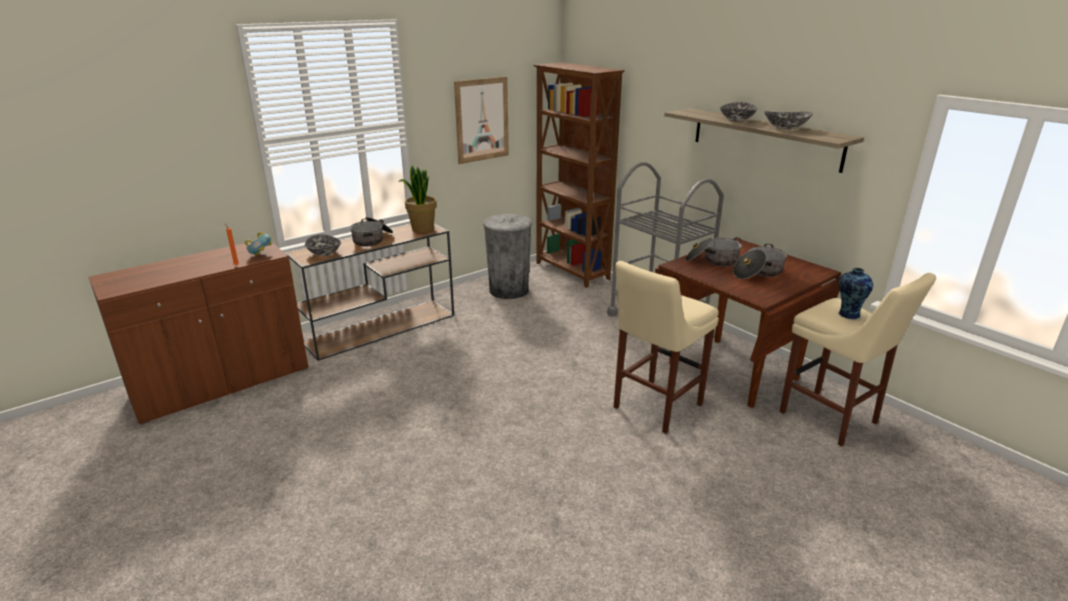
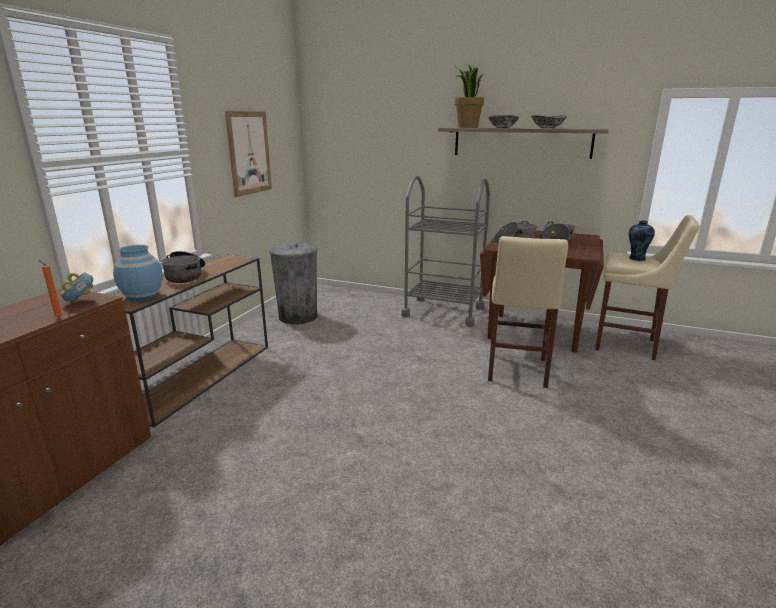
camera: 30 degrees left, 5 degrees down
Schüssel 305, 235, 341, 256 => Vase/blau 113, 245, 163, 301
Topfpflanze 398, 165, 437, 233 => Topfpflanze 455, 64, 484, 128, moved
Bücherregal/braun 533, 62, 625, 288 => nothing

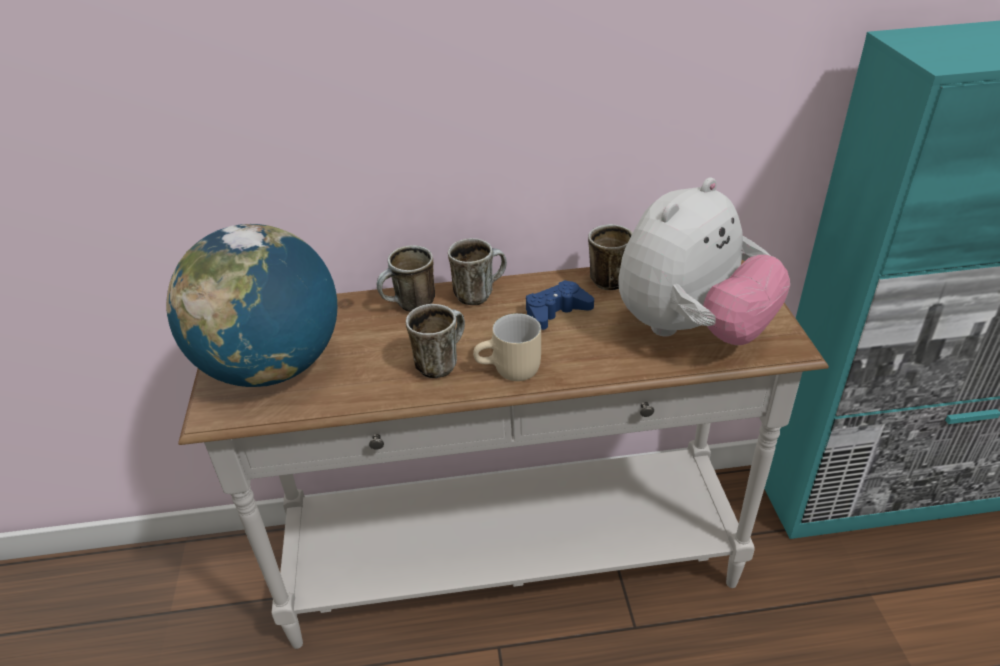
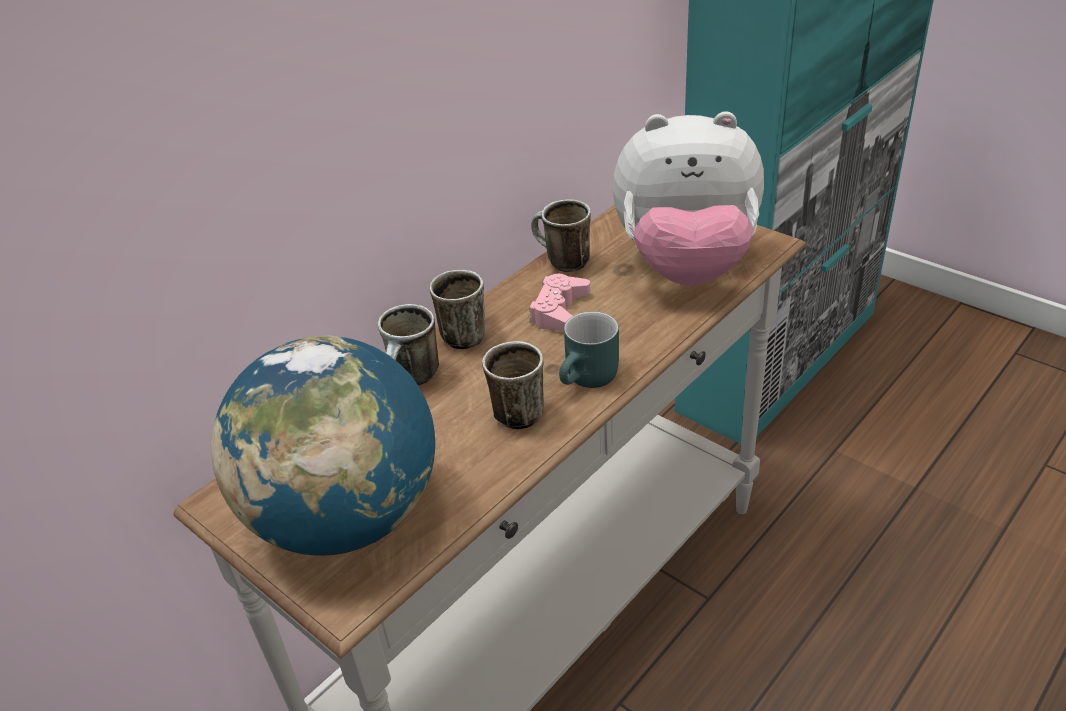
camera: 40 degrees left, 0 degrees up
Gamepad/blau 526, 280, 594, 330 => Gamepad/rosa 529, 274, 590, 331
Henkelbecher/beige 473, 313, 541, 381 => Henkelbecher/türkis 559, 311, 619, 388
Plüschtier 618, 177, 790, 345 => Plüschtier 612, 112, 764, 286, 90 degrees clockwise

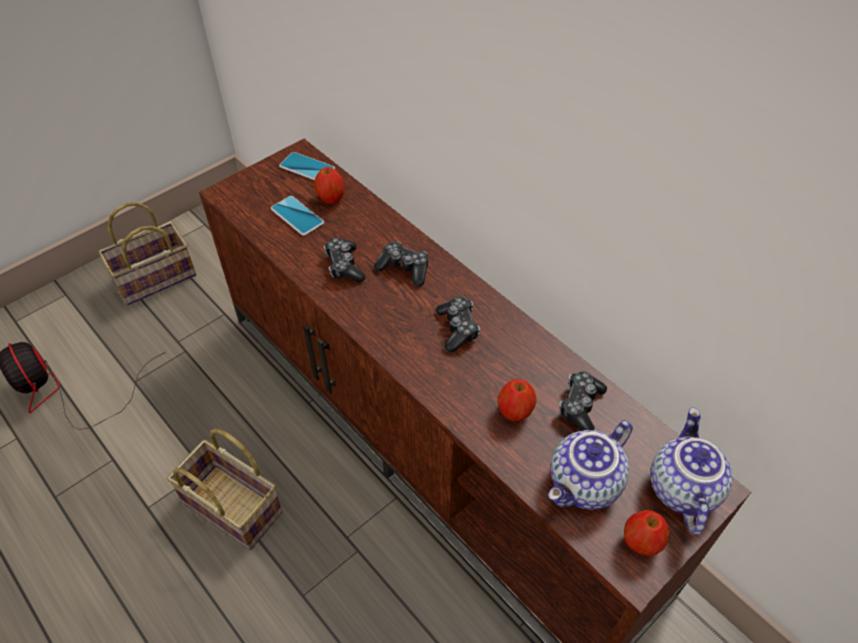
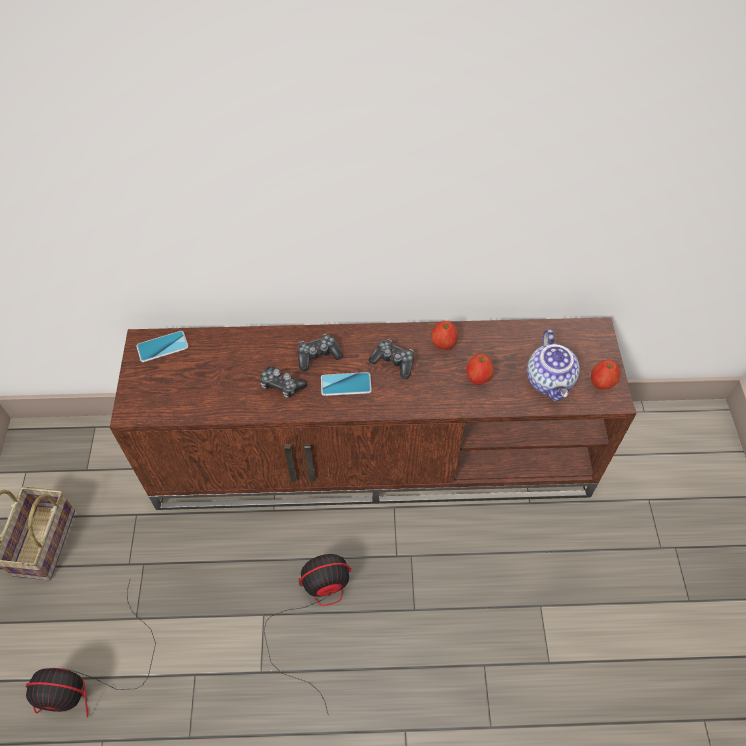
camera: 50 degrees left, 5 degrees up
Korb 167, 429, 283, 550 => Ventilator 264, 554, 352, 715
Handy 271, 196, 324, 236 => Handy 321, 372, 372, 396, moved
Apfel 314, 167, 345, 204 => Apfel 431, 321, 458, 350, moved
Gamepad 559, 372, 607, 431 => nothing
Teekanne 650, 407, 733, 535 => nothing

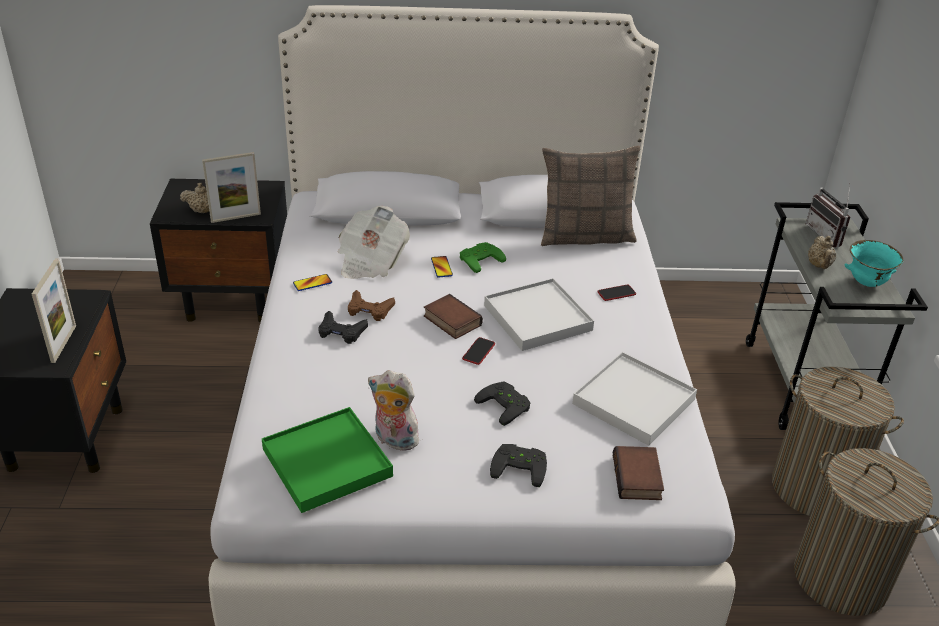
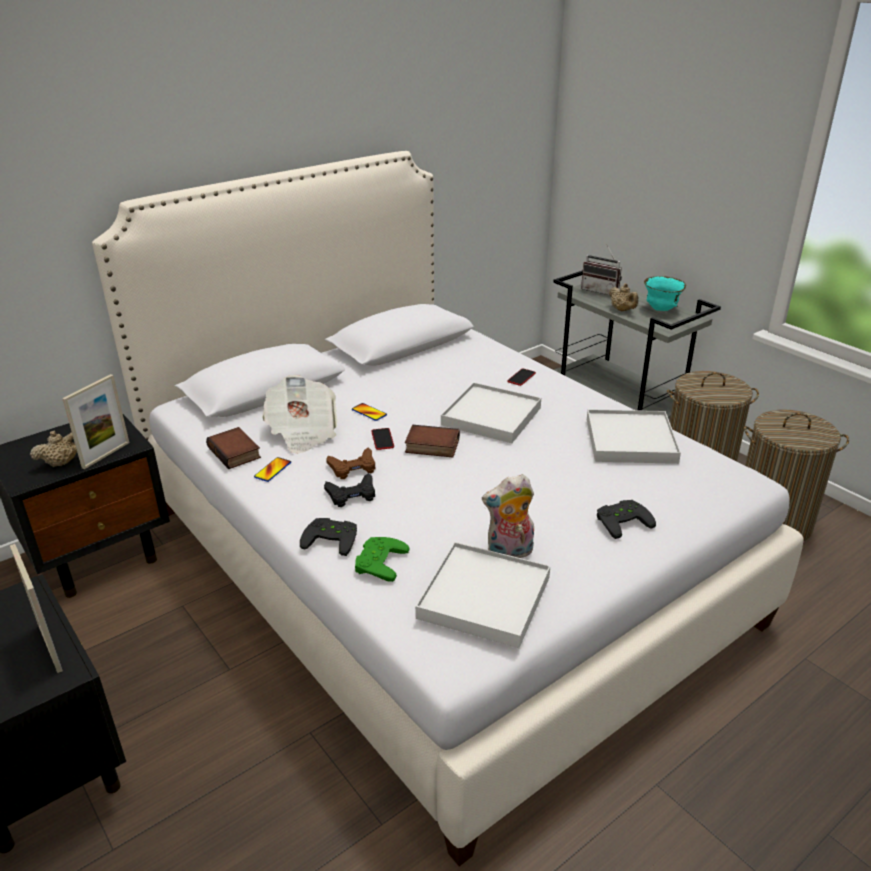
camera: 35 degrees left, 5 degrees down
Buch 613, 446, 664, 500 => Buch 206, 427, 261, 470, moved
Gamepad/schwarz 474, 381, 531, 426 => Gamepad/schwarz 300, 518, 357, 556, moved
Gamepad/grün 460, 242, 506, 273 => Gamepad/grün 355, 537, 410, 582, moved
Handy 462, 337, 495, 365 => Handy 372, 428, 394, 450, moved
Tablett/grün 262, 407, 393, 513 => Tablett/weiß 415, 542, 550, 648
Kissen 541, 145, 640, 246 => nothing

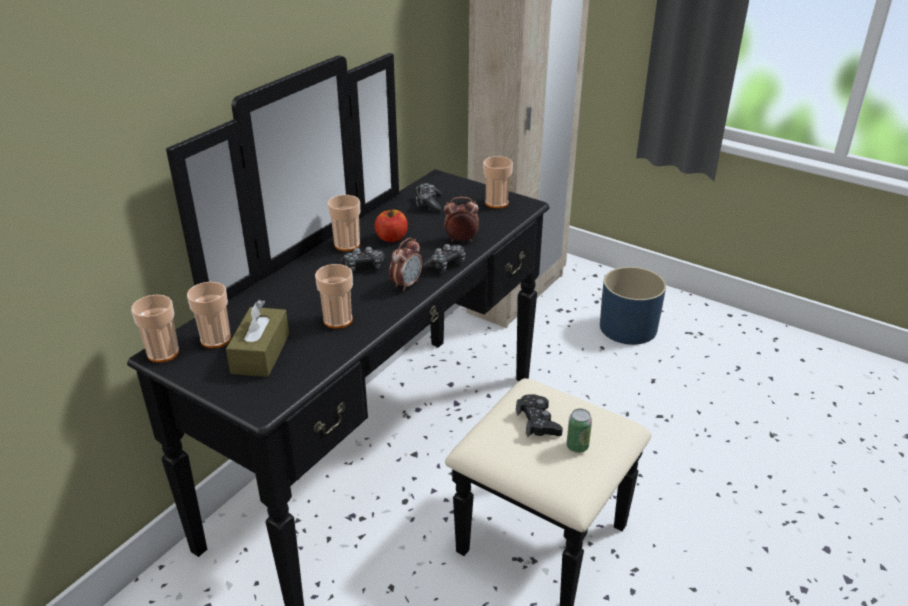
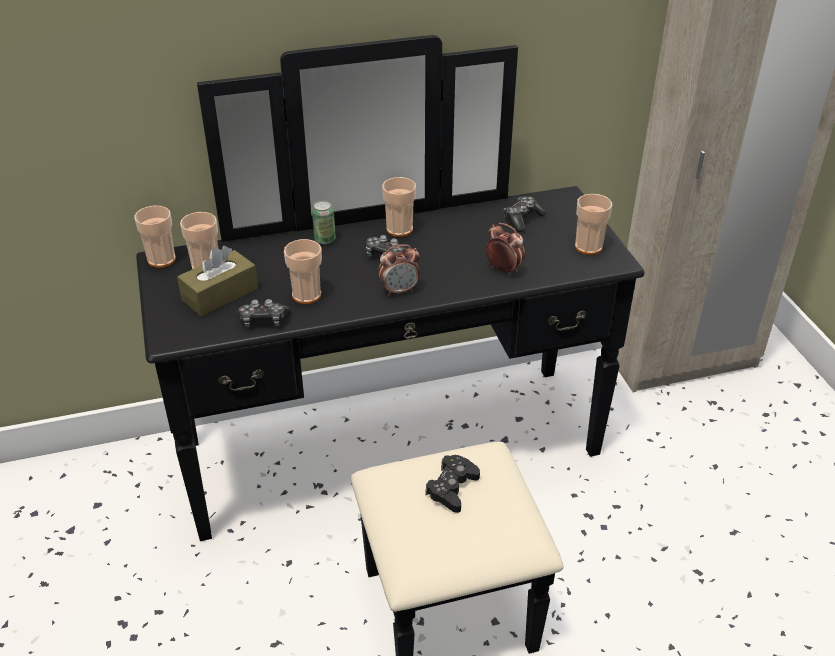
camera: 40 degrees right, 5 degrees up
Gamepad 422, 244, 466, 272 => Gamepad 237, 299, 291, 327, moved
Dose 566, 409, 592, 453 => Dose 312, 200, 336, 244, moved
Apfel 375, 208, 408, 242 => nothing
Pflanzkübel/blau 600, 267, 666, 345 => nothing

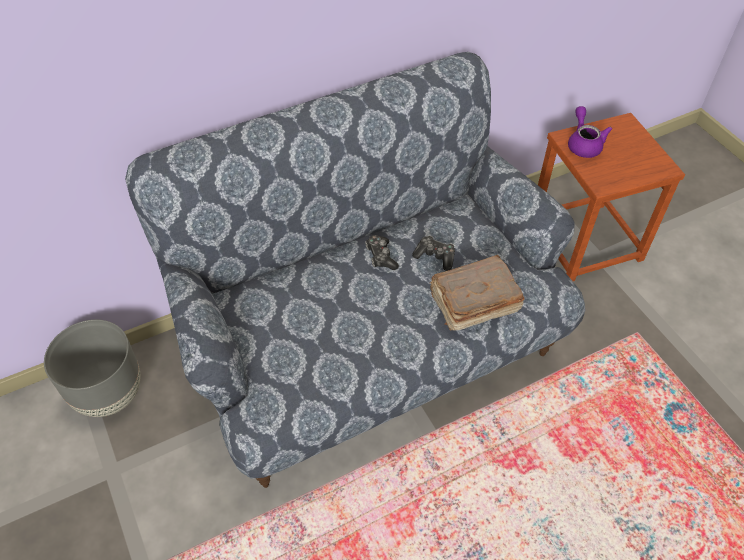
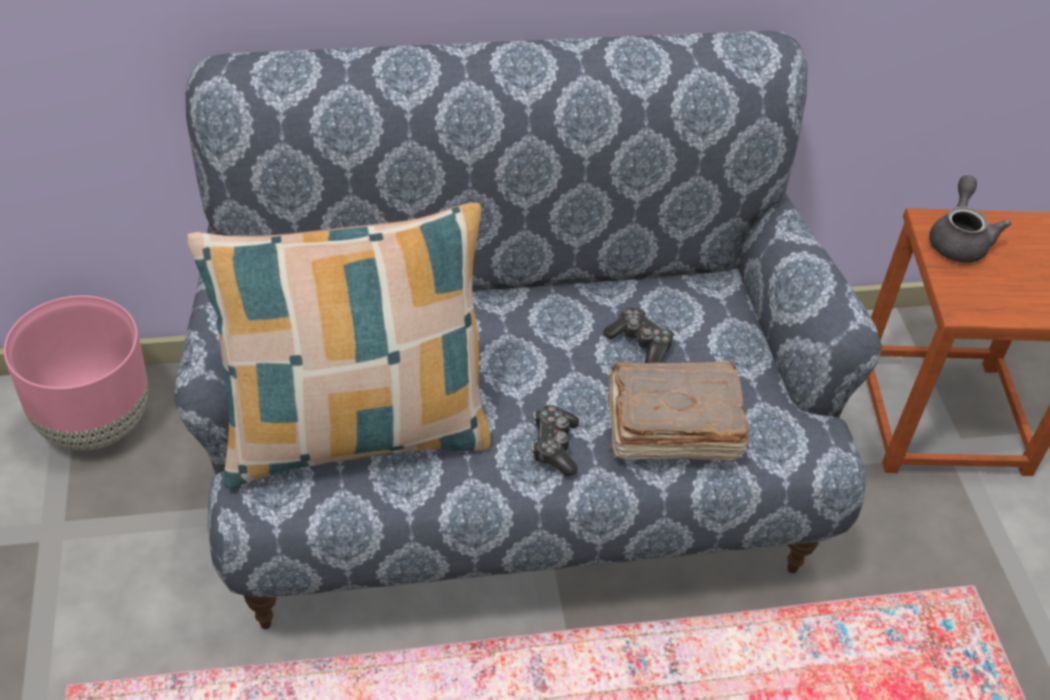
camera: 15 degrees right, 5 degrees down
Pflanzkübel/grau 44, 320, 140, 417 => Pflanzkübel/rosa 4, 295, 148, 450
nothing => Kissen 187, 202, 491, 488
Gamepad 365, 235, 399, 270 => Gamepad 531, 405, 579, 476, moved
Teekanne/lila 568, 106, 612, 158 => Teekanne/grau 929, 175, 1011, 263

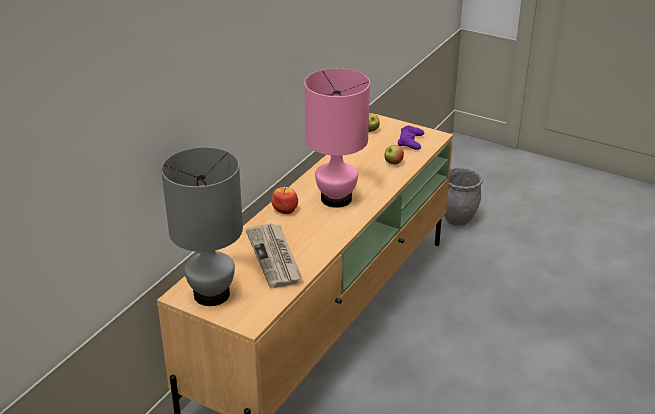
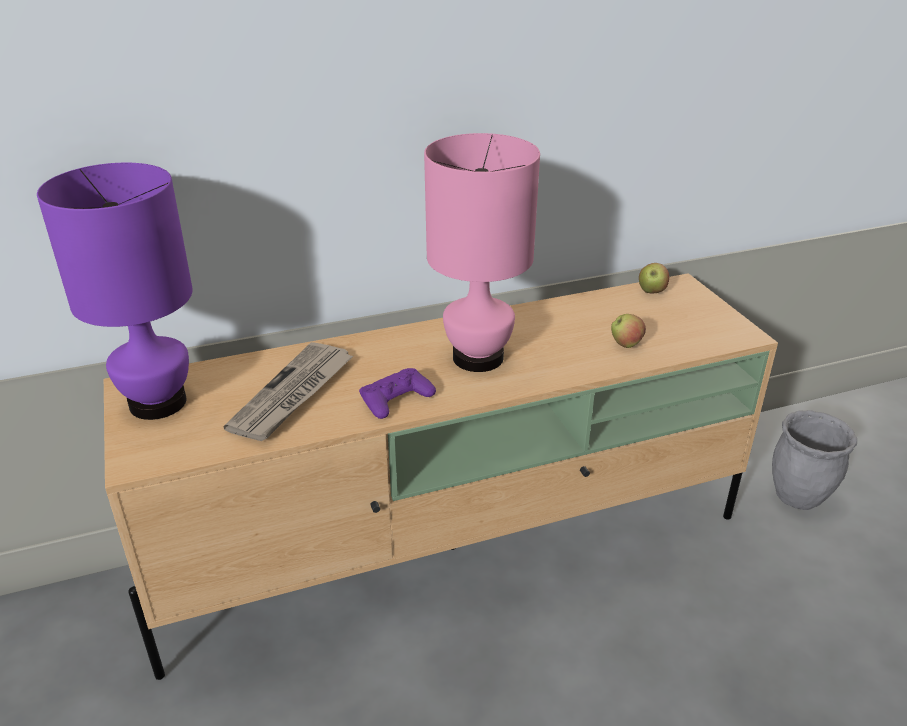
camera: 40 degrees right, 0 degrees up
Tischlampe/grau 161, 147, 243, 306 => Tischlampe/lila 37, 163, 193, 420
Gamepad/lila 398, 126, 424, 150 => Gamepad/lila 359, 368, 436, 419, moved
Apfel 271, 187, 298, 214 => nothing

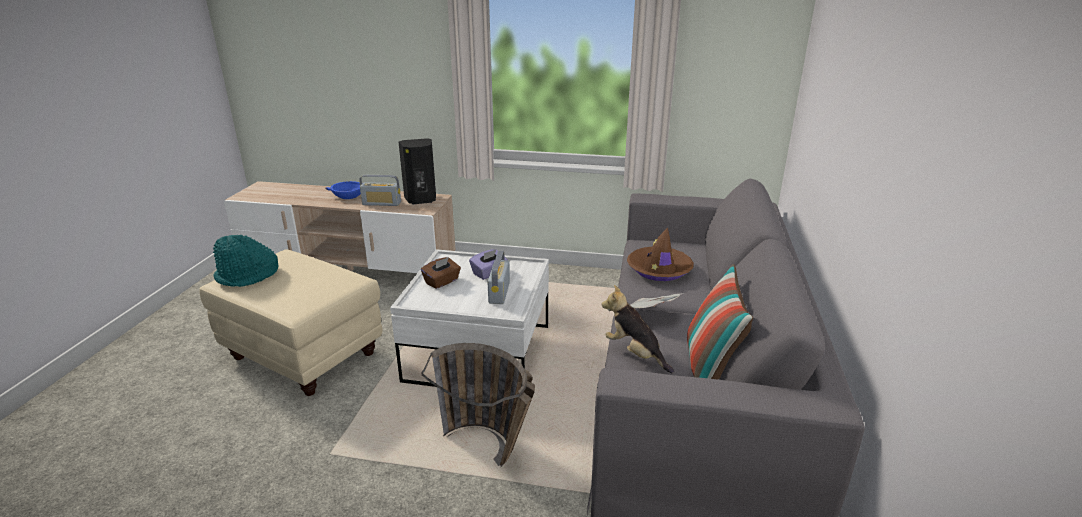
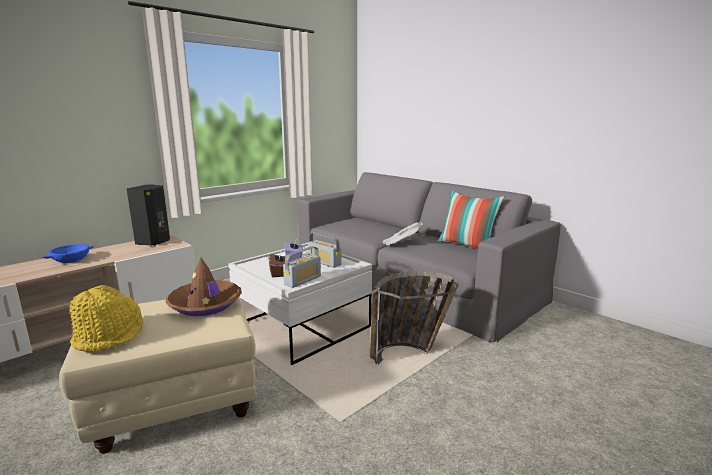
camera: 55 degrees left, 10 degrees down
Hut/türkis 213, 235, 279, 287 => Hut/gelb 69, 285, 143, 352
Hut/braun 627, 228, 694, 281 => Hut/braun 165, 258, 242, 316, moved
Radio 359, 175, 401, 206 => Radio 283, 246, 321, 288, moved
Plüschtier 601, 285, 674, 373 => nothing

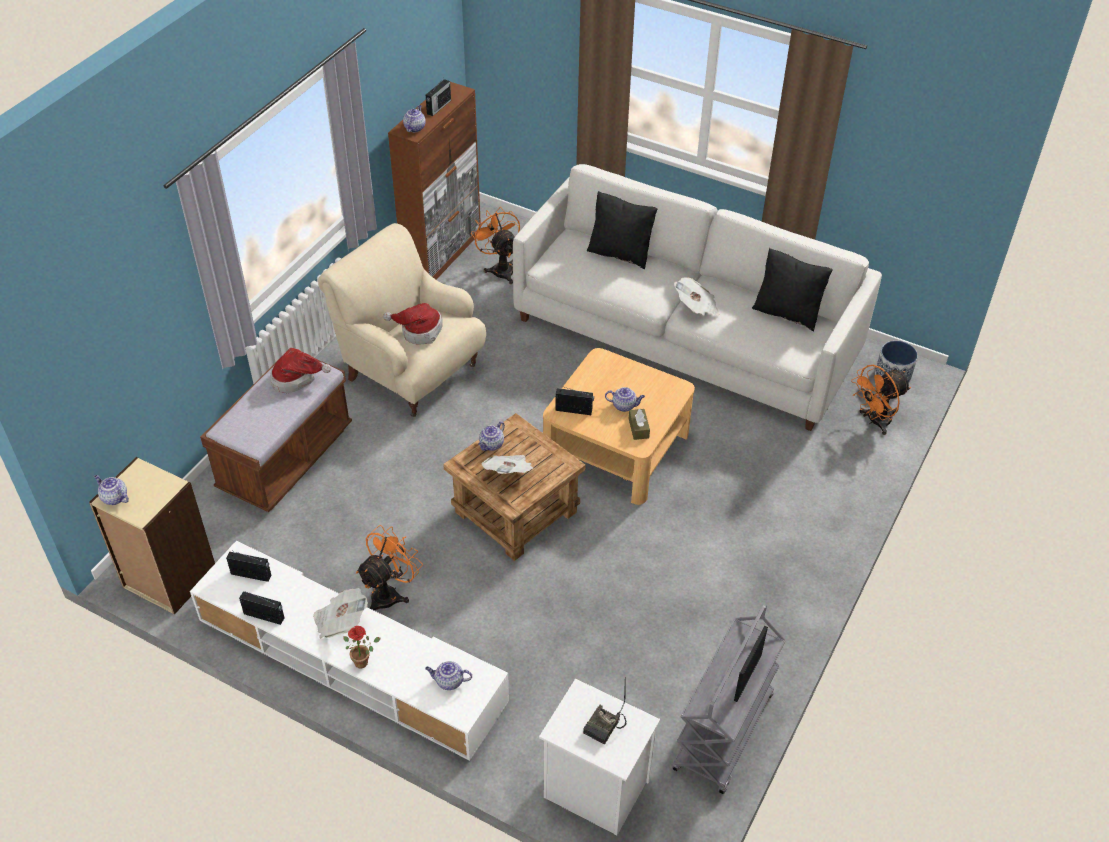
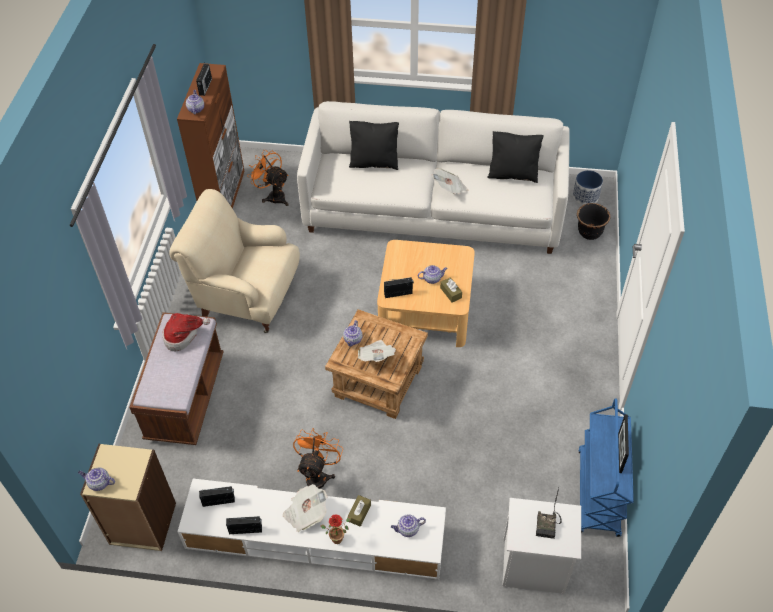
camera: 20 degrees left, 5 degrees up
nothing => Taschentuchbox/braun 348, 495, 371, 527
Ventilator/orange 851, 365, 911, 435 => Pflanzkübel/schwarz 577, 203, 610, 240
Rollwagen/grau 672, 604, 786, 794 => Rollwagen/blau 578, 399, 634, 537
Hut 383, 303, 443, 344 => nothing

